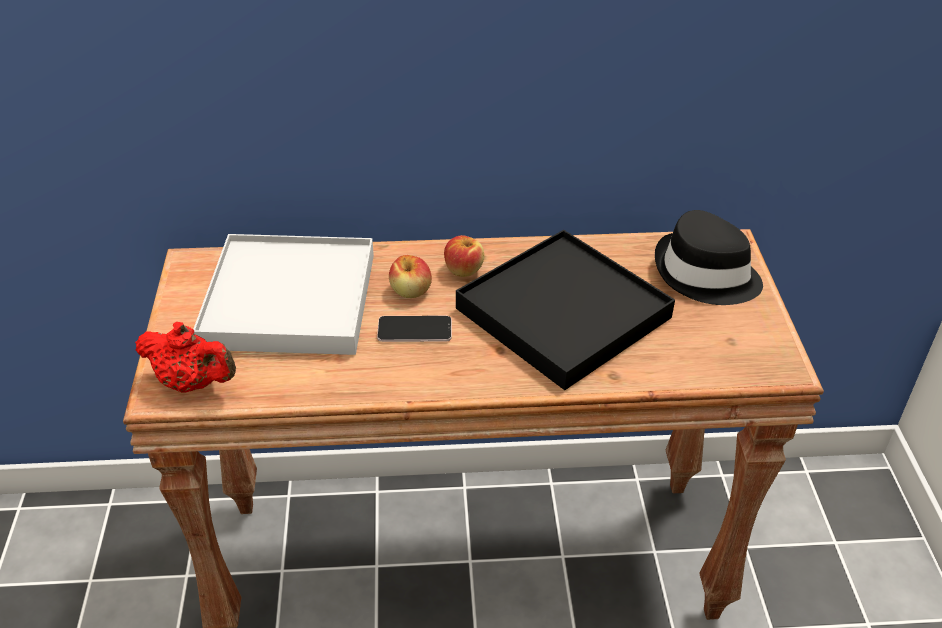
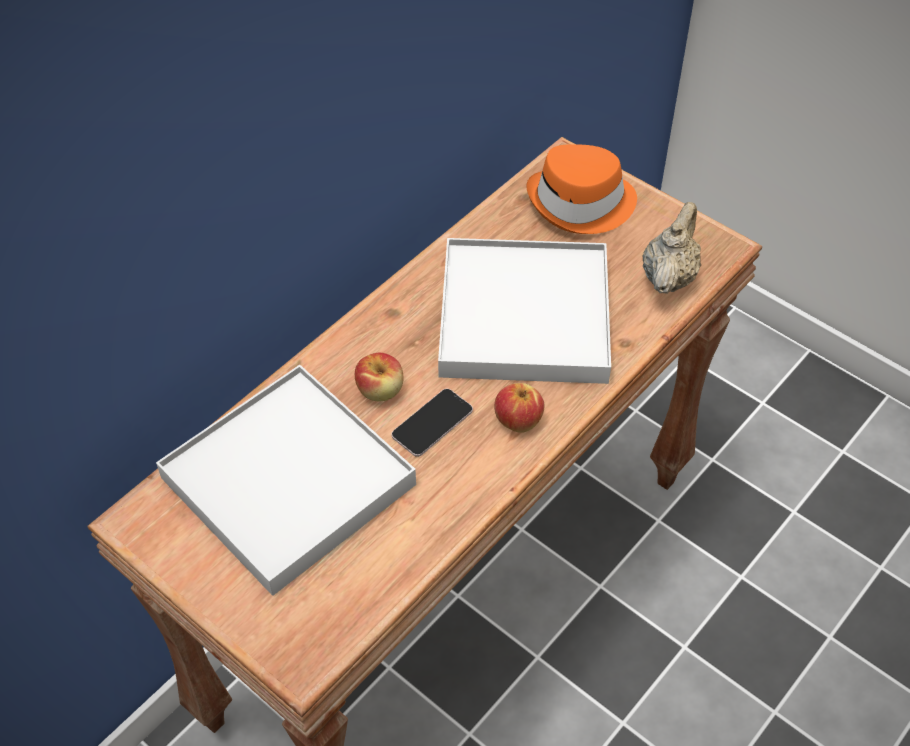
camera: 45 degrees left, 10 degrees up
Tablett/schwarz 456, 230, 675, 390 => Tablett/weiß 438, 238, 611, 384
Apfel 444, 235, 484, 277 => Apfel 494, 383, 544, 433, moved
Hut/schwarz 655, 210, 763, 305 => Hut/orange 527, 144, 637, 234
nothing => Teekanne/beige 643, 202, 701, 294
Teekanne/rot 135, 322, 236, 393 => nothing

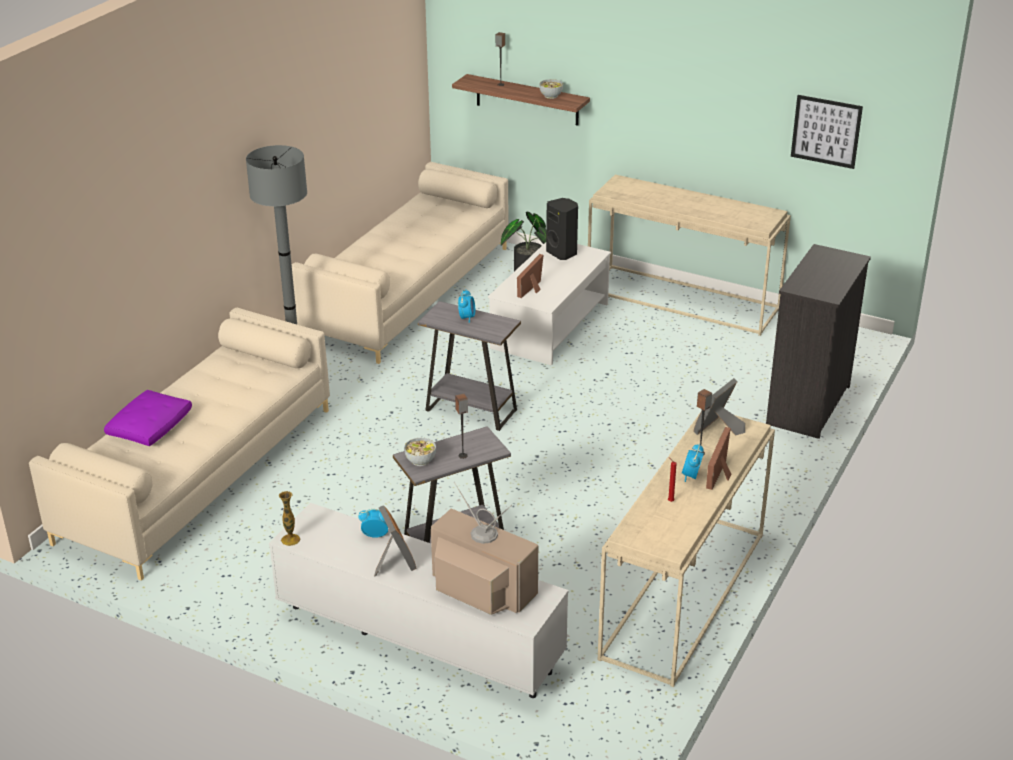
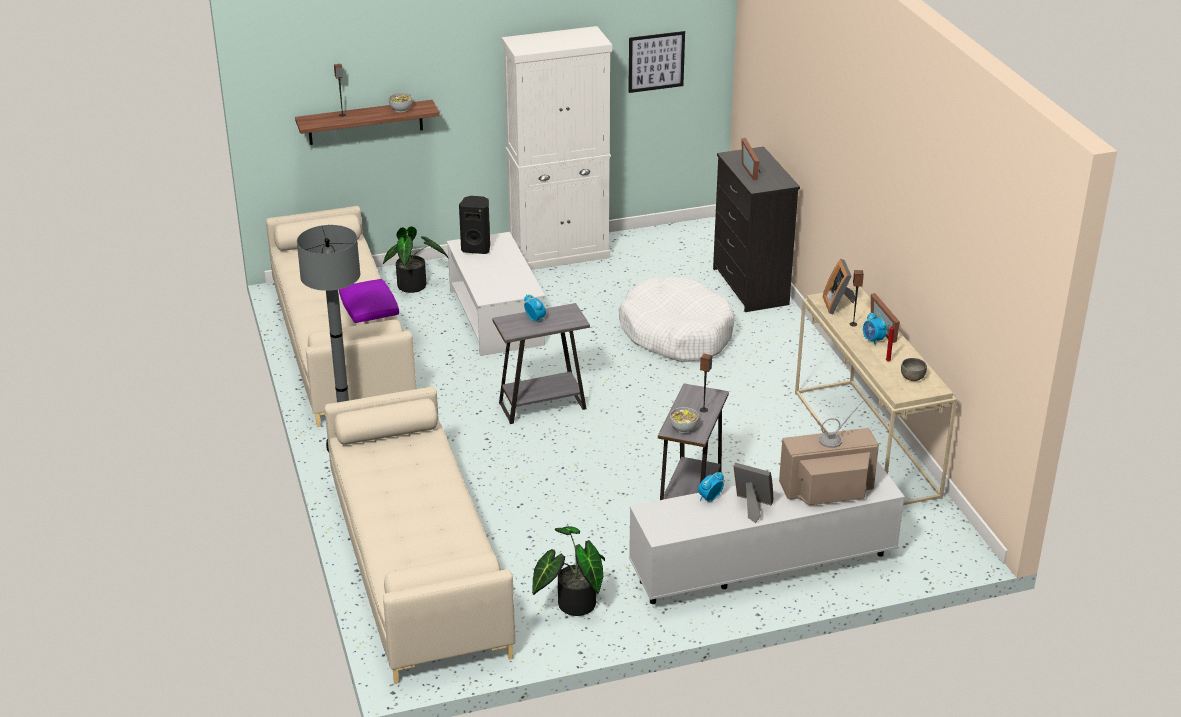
camera: 45 degrees left, 0 degrees up
Kissen/lila 104, 390, 192, 446 => Kissen/lila 339, 279, 399, 323, moved
Konsolentisch/beige 588, 175, 791, 336 => Schrank/weiß 502, 26, 612, 270
nothing => Topfpflanze 532, 526, 605, 616
nothing => Hundebett/weiß 619, 277, 734, 362
Bilderrahmen 517, 254, 543, 298 => Bilderrahmen 742, 138, 761, 180, moved
nothing => Schüssel/grau 901, 358, 927, 381
Vase 279, 491, 300, 546 => nothing

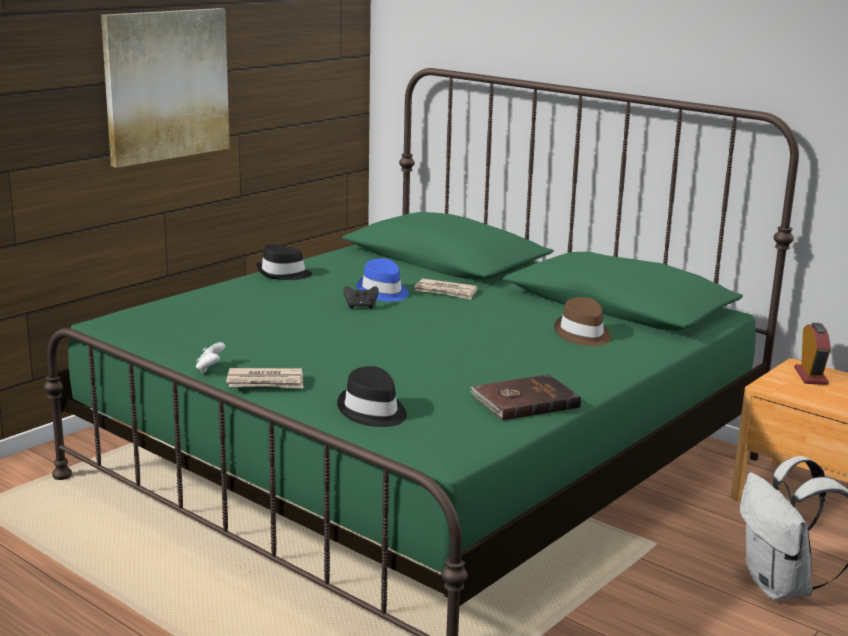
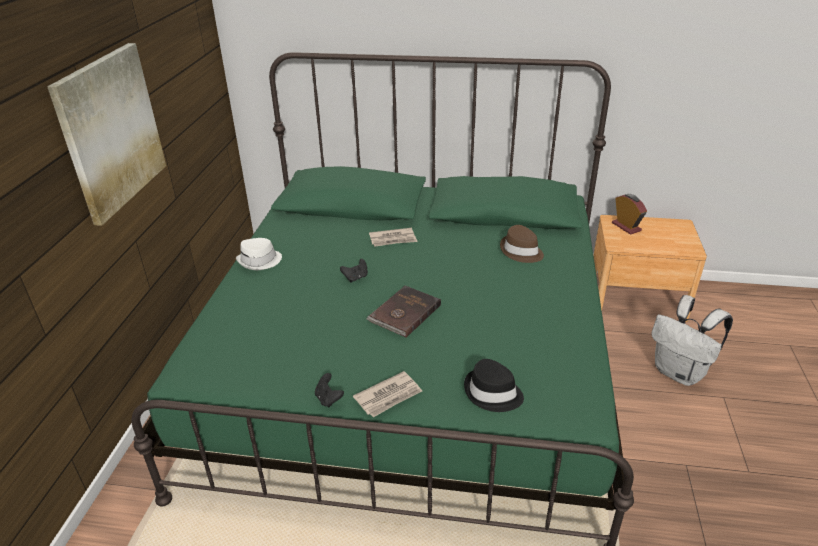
camera: 30 degrees left, 15 degrees up
Hut/schwarz 256, 244, 312, 280 => Hut/weiß 236, 238, 282, 270
Gamepad/weiß 196, 342, 225, 373 => Gamepad/schwarz 315, 373, 344, 407
Buch/braun 470, 374, 581, 421 => Buch/braun 366, 286, 441, 338, moved
Hut/blau 356, 258, 409, 301 => nothing

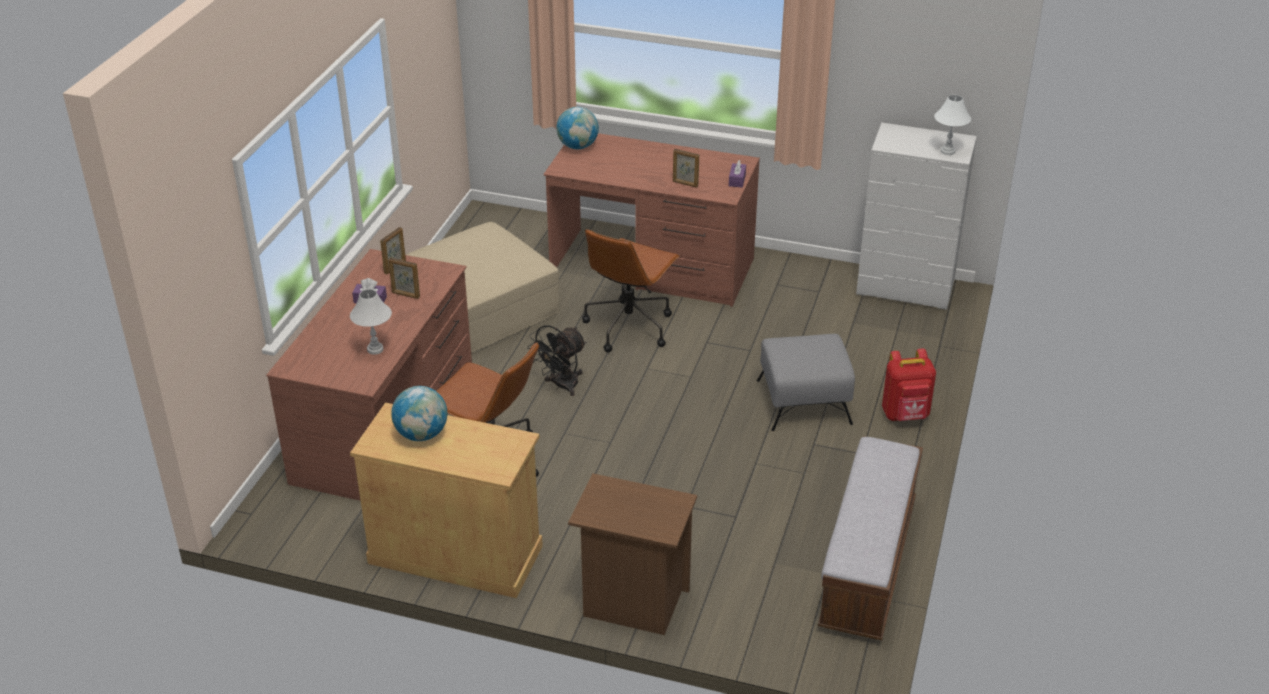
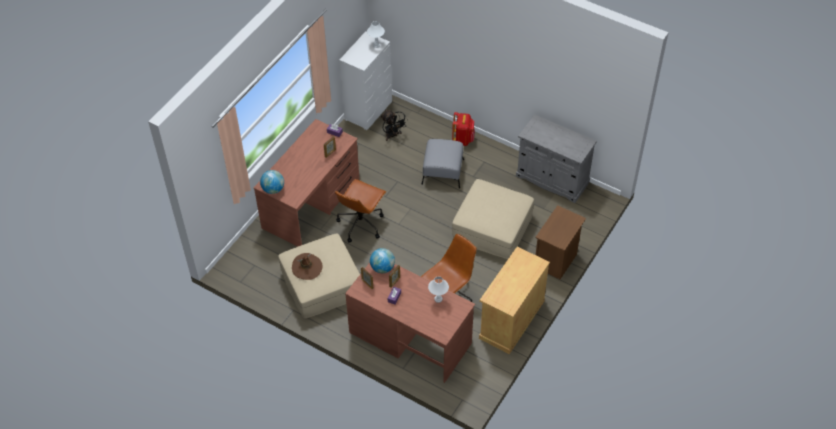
camera: 75 degrees left, 15 degrees up
nothing => Hut/braun 292, 253, 322, 280
Bürostuhl/braun 582, 229, 680, 352 => Bürostuhl/braun 335, 179, 386, 243, 75 degrees clockwise
Globus 391, 386, 447, 441 => Globus 370, 248, 395, 273, moved
Ventilator/schwarz 527, 325, 586, 396 => Ventilator/schwarz 381, 110, 408, 141, moved
nothing => Polsterhocker/beige 452, 179, 534, 259
Bank 818, 436, 923, 640 => Schrank/grau 516, 114, 597, 203

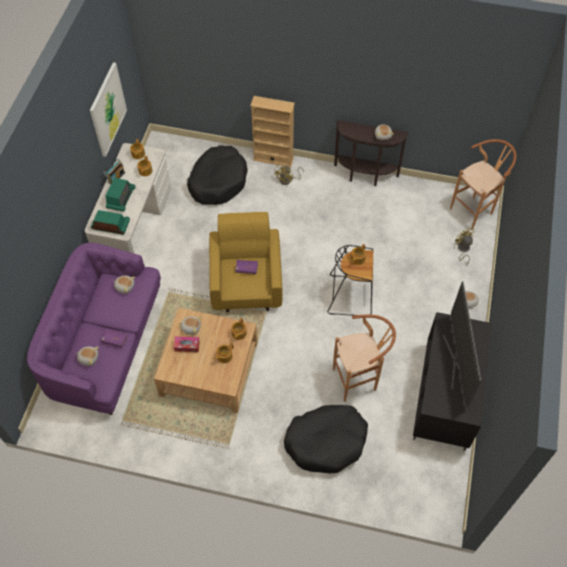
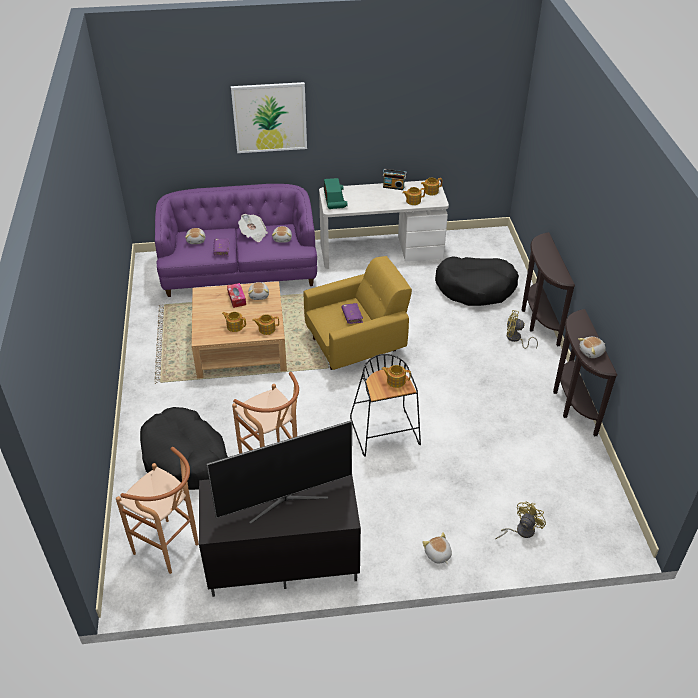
camera: 70 degrees right, 15 degrees down
Hocker/braun 450, 139, 517, 229 => Hocker/braun 116, 447, 199, 574, moved
Bild 90, 62, 127, 157 => Bild 231, 82, 307, 153, moved
nothing => Zeitung 238, 214, 268, 242
Bücherregal/beige 250, 96, 295, 167 => Konsolentisch/braun 522, 232, 575, 346
Radio 106, 178, 136, 212 => nothing

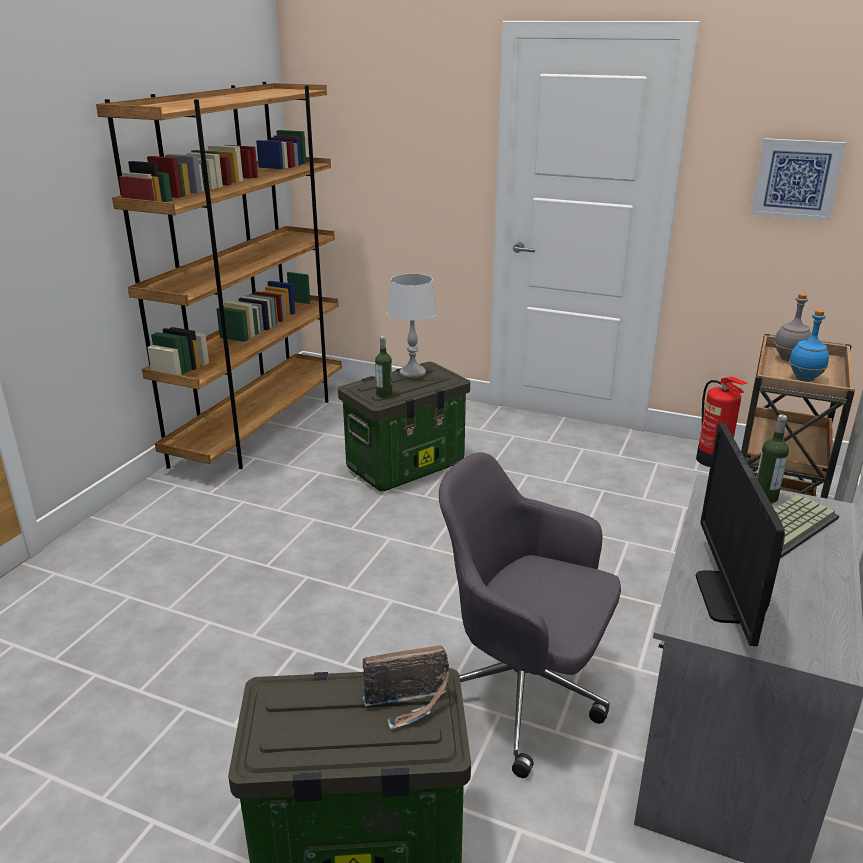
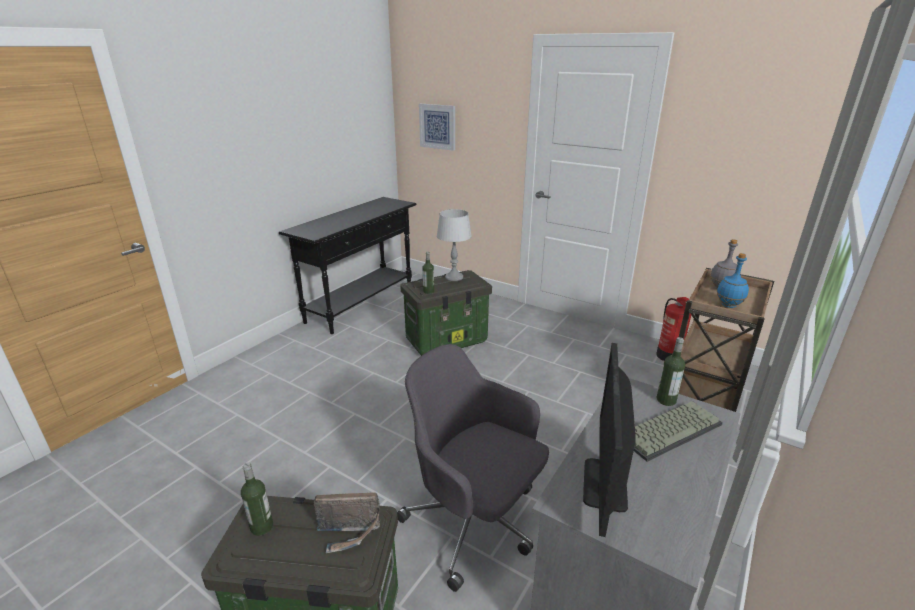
camera: 10 degrees right, 0 degrees up
nothing => Flasche 241, 462, 273, 536
Bücherregal/braun 96, 82, 342, 469 => Konsolentisch/schwarz 279, 197, 416, 334
Bild 751, 138, 846, 221 => Bild 419, 104, 455, 151, moved

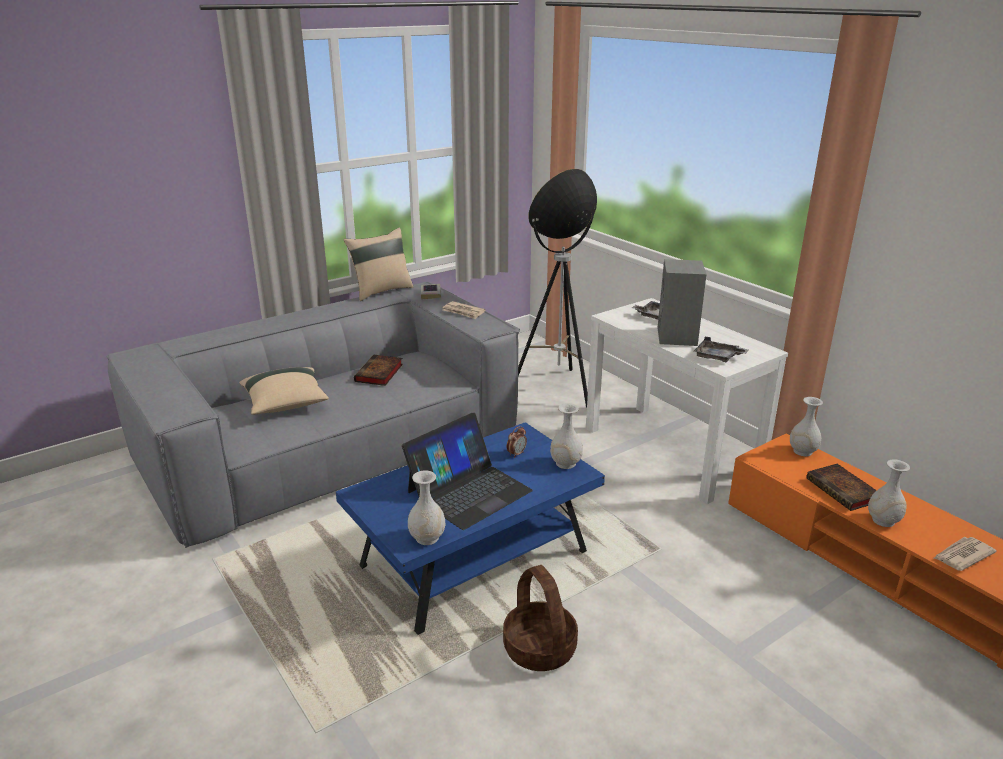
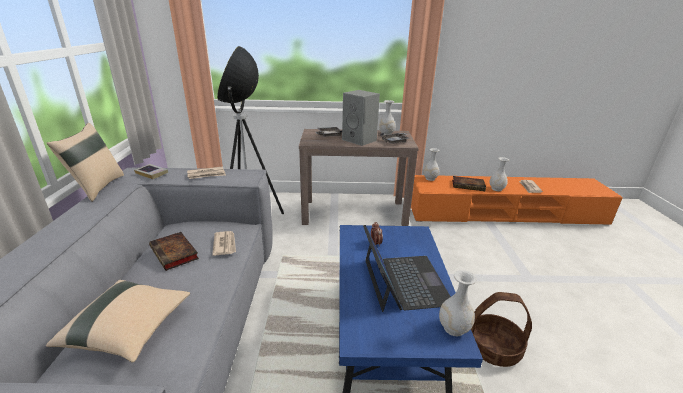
camera: 55 degrees left, 0 degrees up
nothing => Zeitung 212, 231, 236, 256
Konsolentisch/weiß 586, 298, 788, 504 => Konsolentisch/braun 299, 129, 419, 226
Vase/weiß 550, 403, 583, 469 => Vase/weiß 379, 100, 395, 135, moved

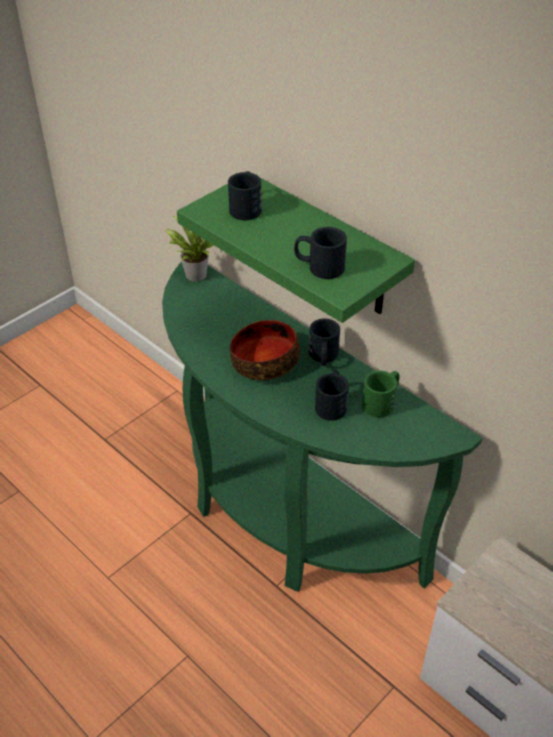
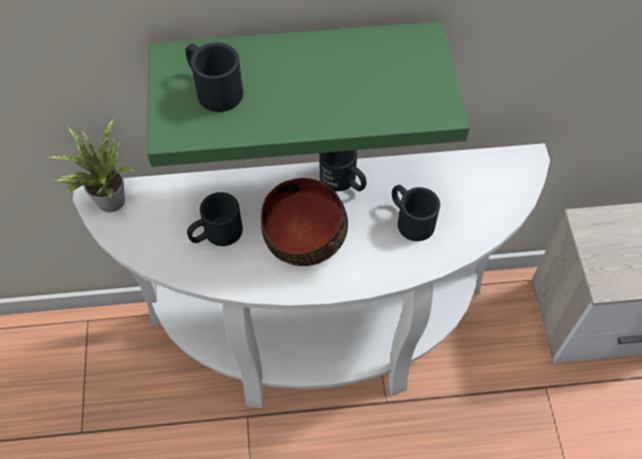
camera: 50 degrees left, 15 degrees up
Konsolentisch/grün 162, 262, 482, 592 => Konsolentisch/weiß 73, 143, 550, 409
Henkelbecher/schwarz 294, 227, 347, 279 => Henkelbecher/schwarz 187, 192, 243, 246, moved
Henkelbecher/grün 362, 371, 400, 418 => nothing

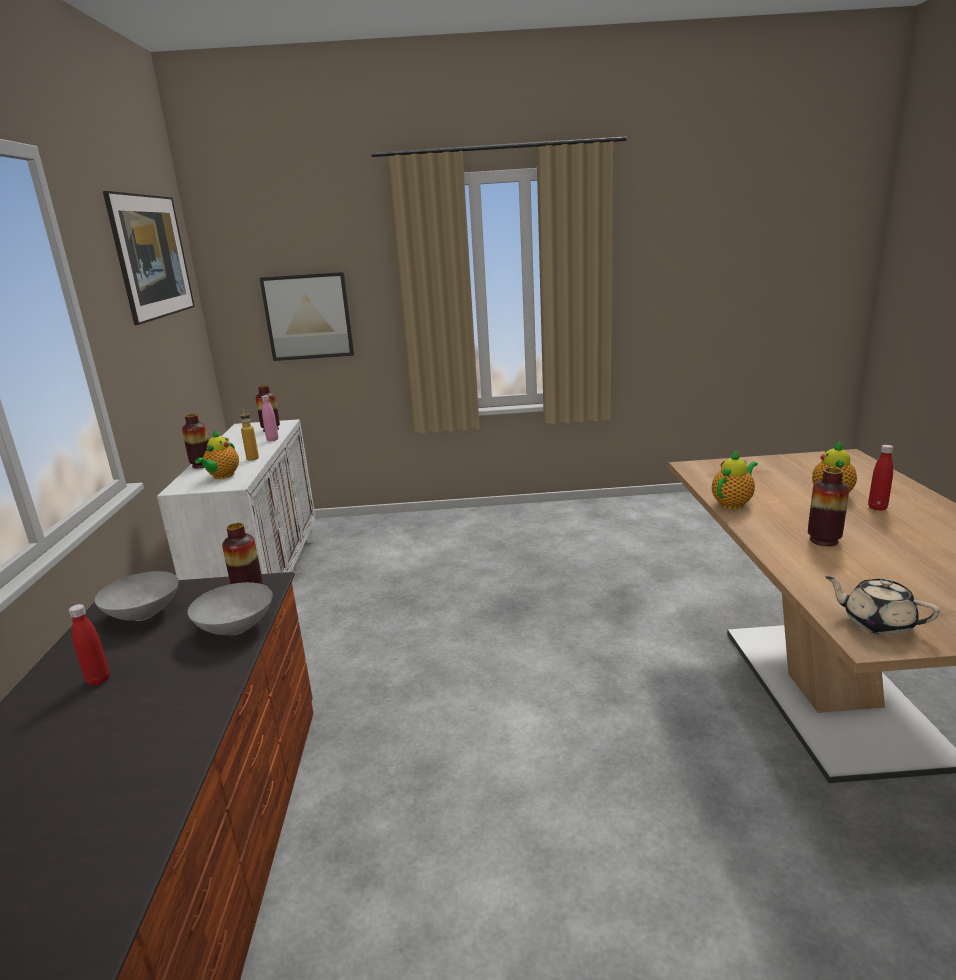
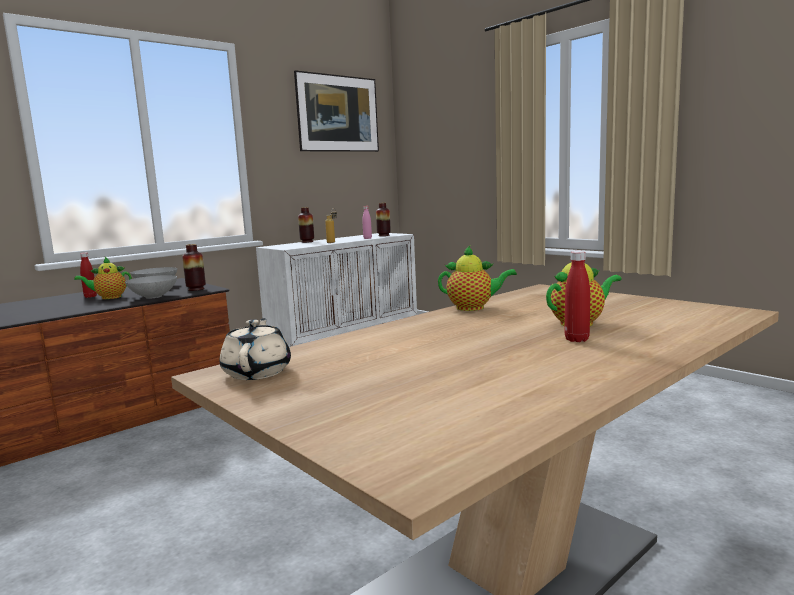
camera: 50 degrees right, 10 degrees down
Teekanne 195, 430, 239, 479 => Teekanne 74, 257, 132, 299, moved
Bild 259, 272, 354, 361 => nothing
Vase 808, 468, 849, 546 => nothing

